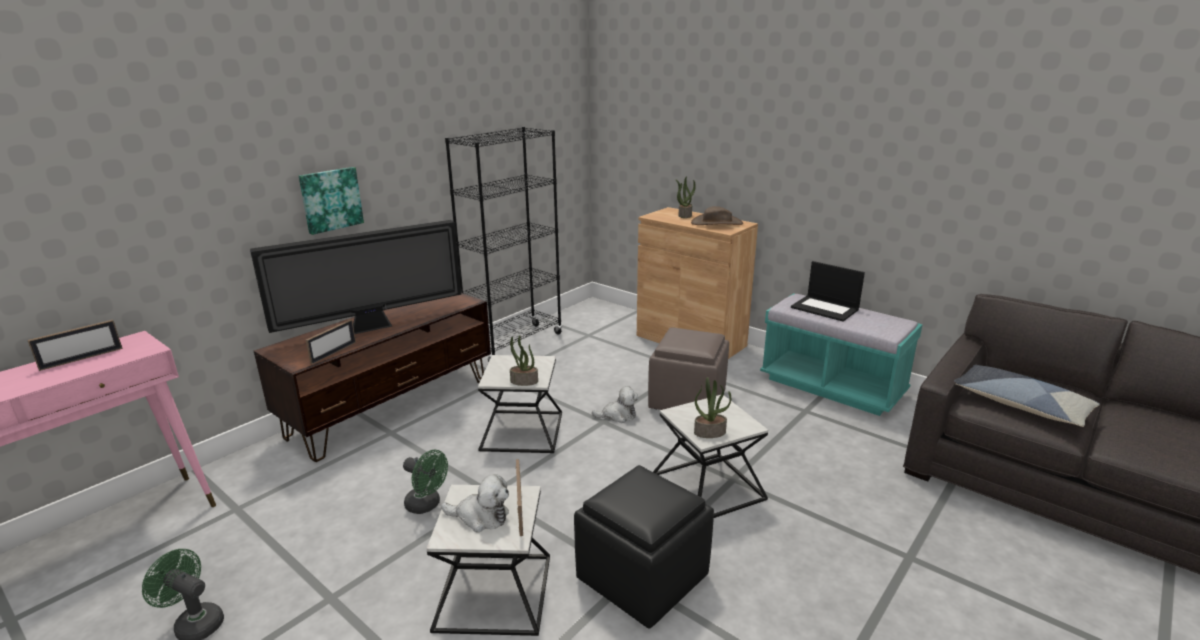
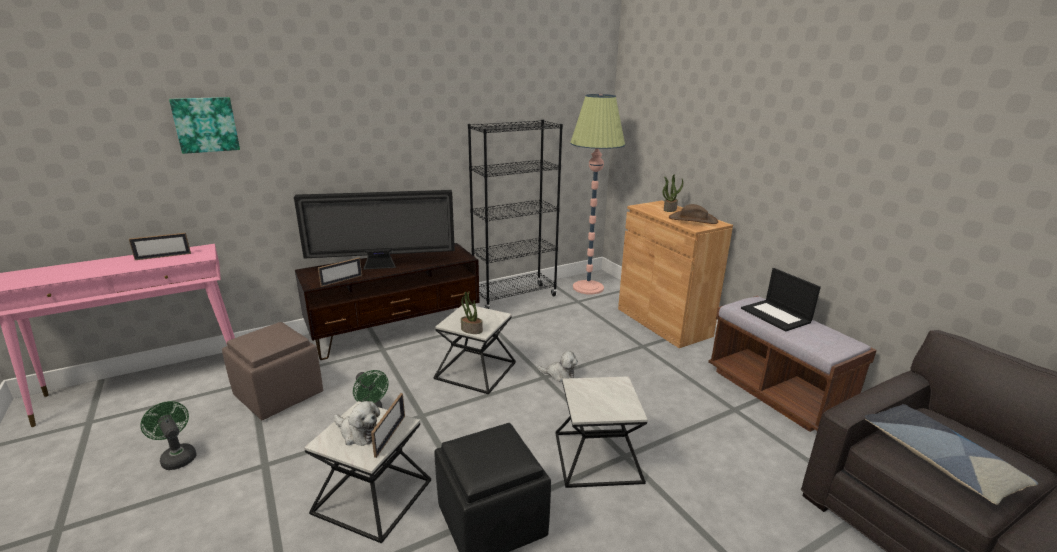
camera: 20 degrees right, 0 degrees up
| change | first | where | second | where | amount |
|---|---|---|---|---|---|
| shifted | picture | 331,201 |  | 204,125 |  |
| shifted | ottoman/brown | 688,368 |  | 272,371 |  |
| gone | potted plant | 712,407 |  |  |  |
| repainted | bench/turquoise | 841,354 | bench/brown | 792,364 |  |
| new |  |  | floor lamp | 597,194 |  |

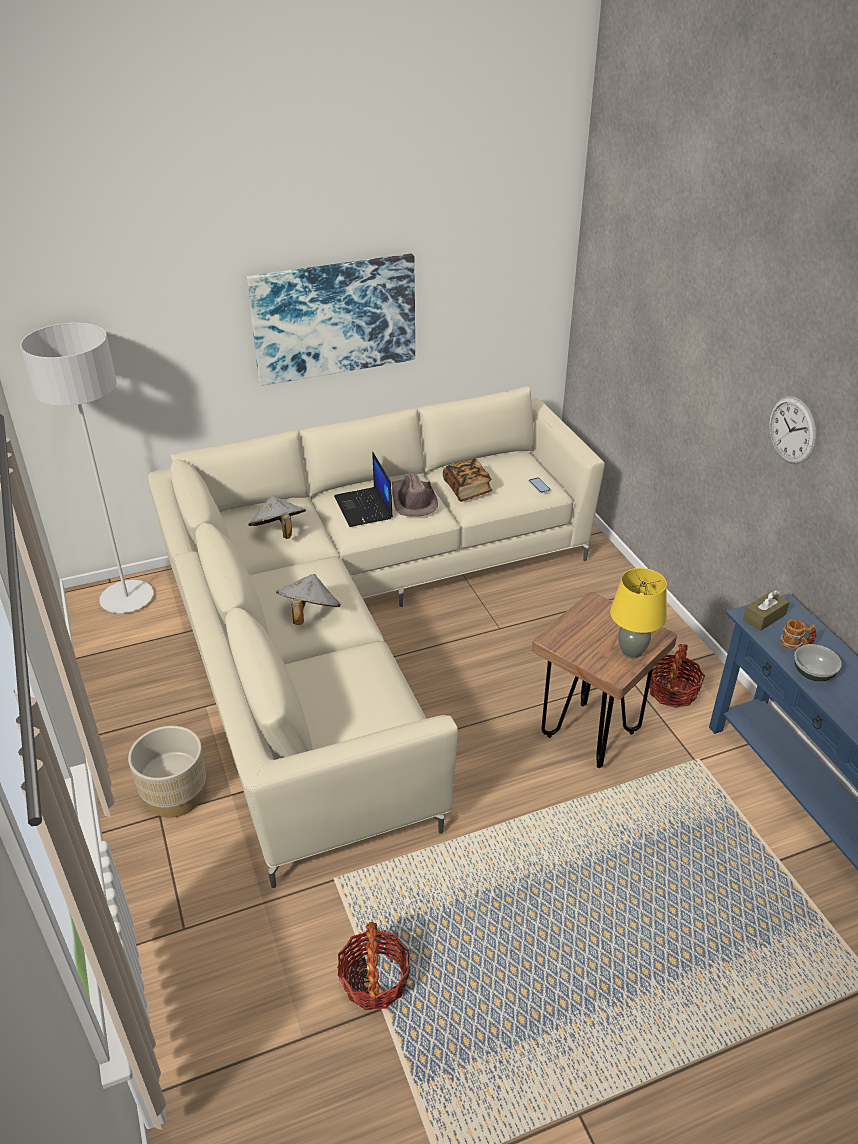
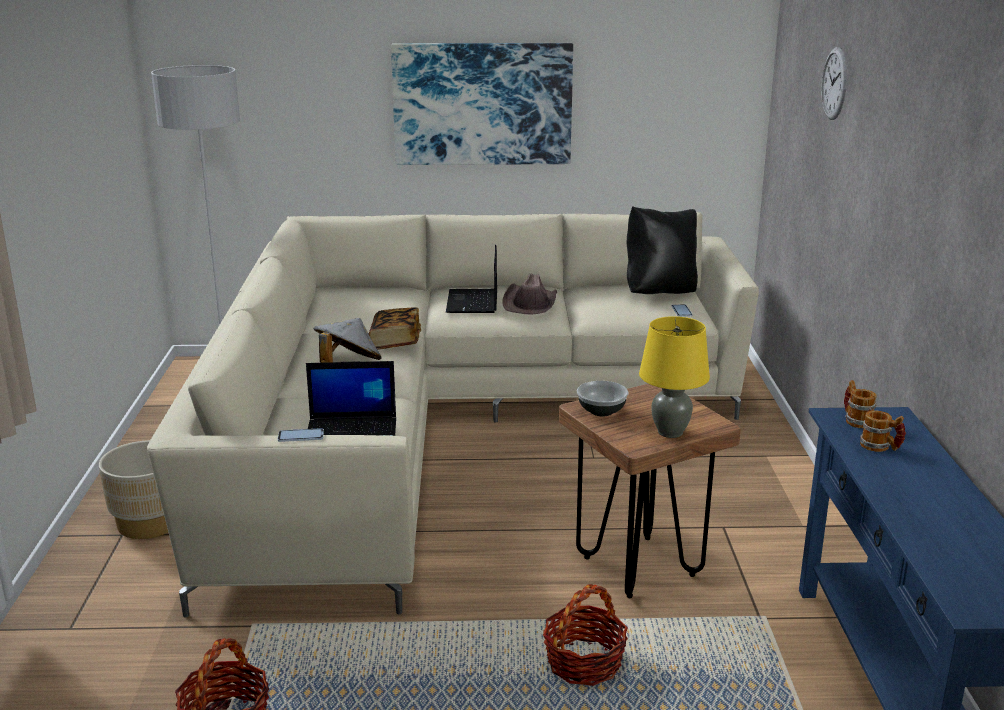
camera: 20 degrees right, 15 degrees down
| change | first | where | second | where | amount |
|---|---|---|---|---|---|
| gone | hat/grey | 277,517 |  |  |  |
| shifted | book | 467,480 |  | 395,328 |  |
| shifted | basket | 677,676 |  | 585,635 |  |
| swapped | tissue box/brown | 766,610 | mug | 860,404 |  |
| shifted | wall clock | 792,430 |  | 834,83 |  |
| shifted | bowl | 818,662 |  | 603,398 |  |
| new |  |  | phone | 301,435 |  |
| new |  |  | laptop | 351,398 |  |
| new |  |  | pillow/black | 662,250 |  |

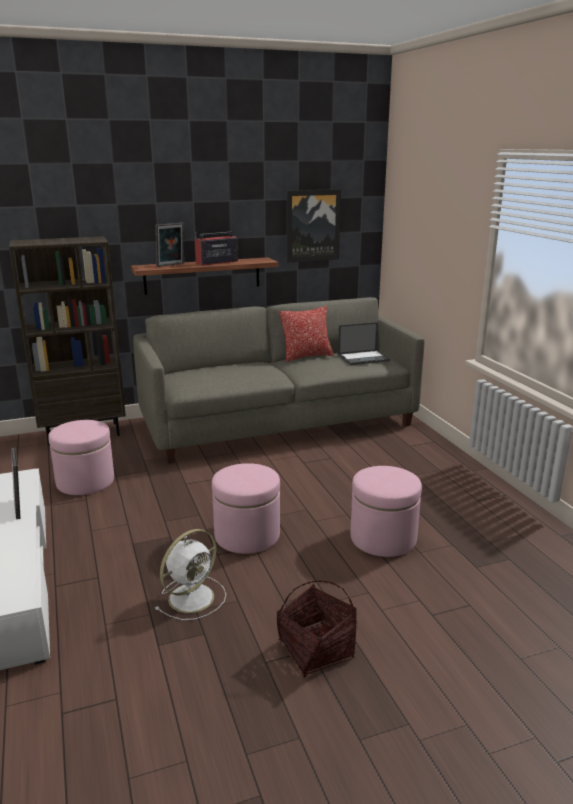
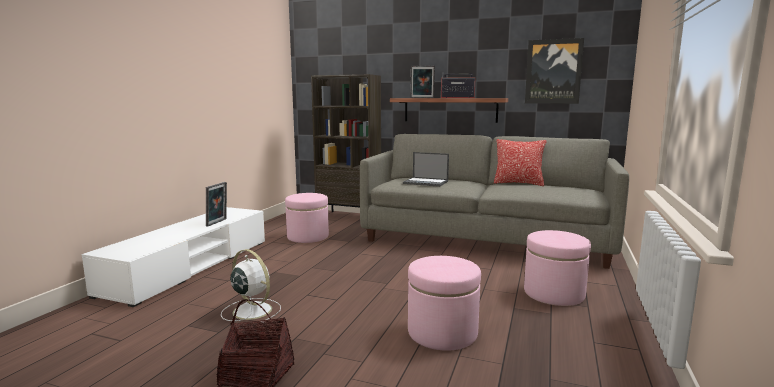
camera: 40 degrees right, 10 degrees down
| change | first | where | second | where | amount |
|---|---|---|---|---|---|
| rotated | fan/white | 190,574 |  | 251,286 | 135 degrees counterclockwise |
| shifted | ottoman/pink | 246,508 |  | 557,268 |  |
| shifted | laptop | 364,343 |  | 426,169 |  |

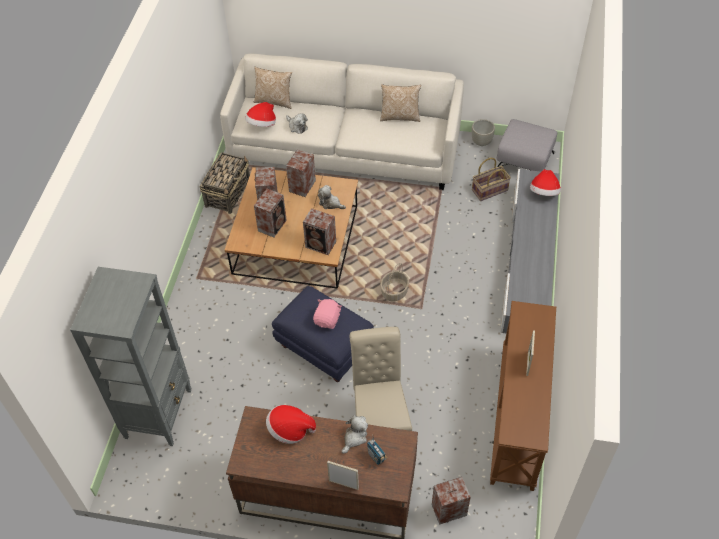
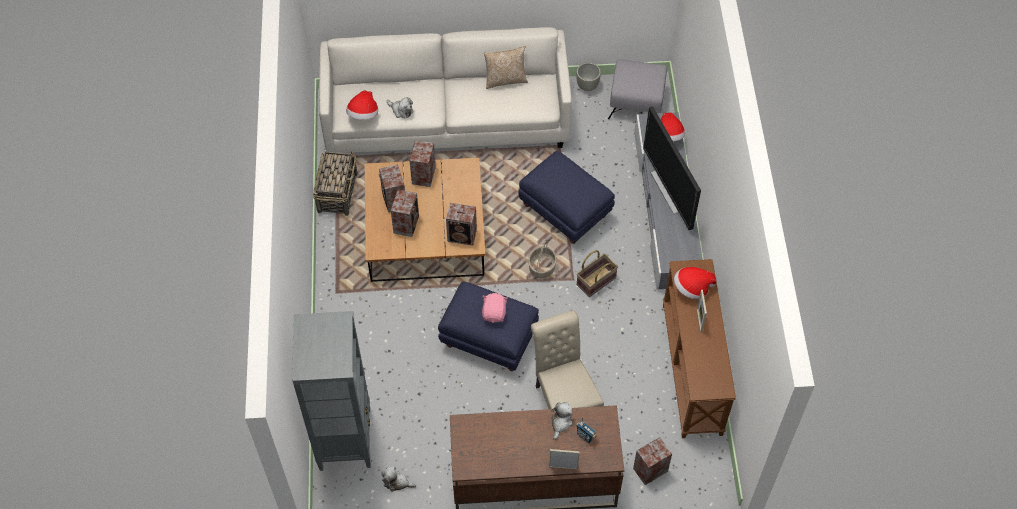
camera: 15 degrees left, 5 degrees up
| change | first | where | second | where | amount |
|---|---|---|---|---|---|
| gone | pillow | 273,88 |  |  |  |
| shifted | hat | 291,424 |  | 695,283 |  |
| shifted | plush toy | 332,197 |  | 399,478 |  |
| shifted | basket | 491,179 |  | 597,273 |  |
| new |  |  | ottoman/blue | 566,197 |  |
| new |  |  | television | 672,168 |  |

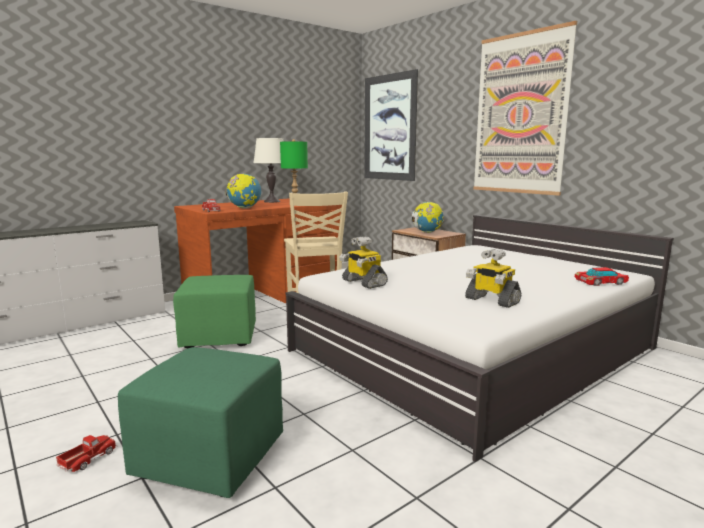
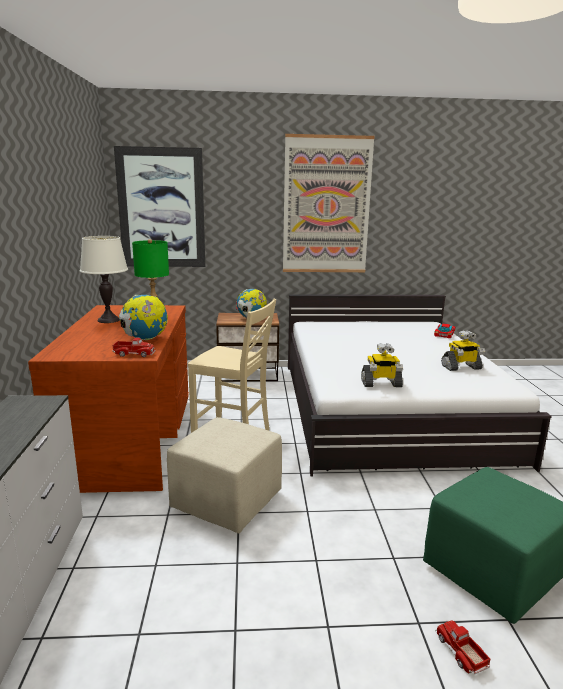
camera: 55 degrees left, 5 degrees up
| change | first | where | second | where | amount |
|---|---|---|---|---|---|
| repainted | ottoman/green | 214,311 | ottoman/beige | 224,475 |  |

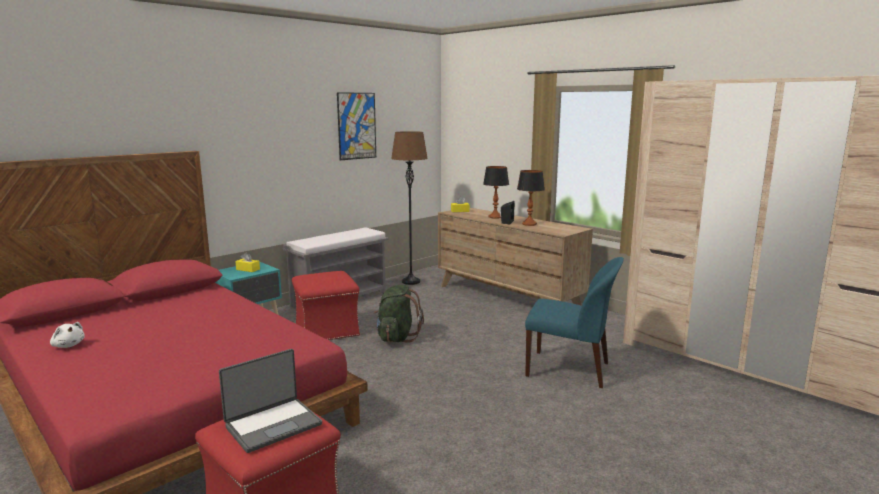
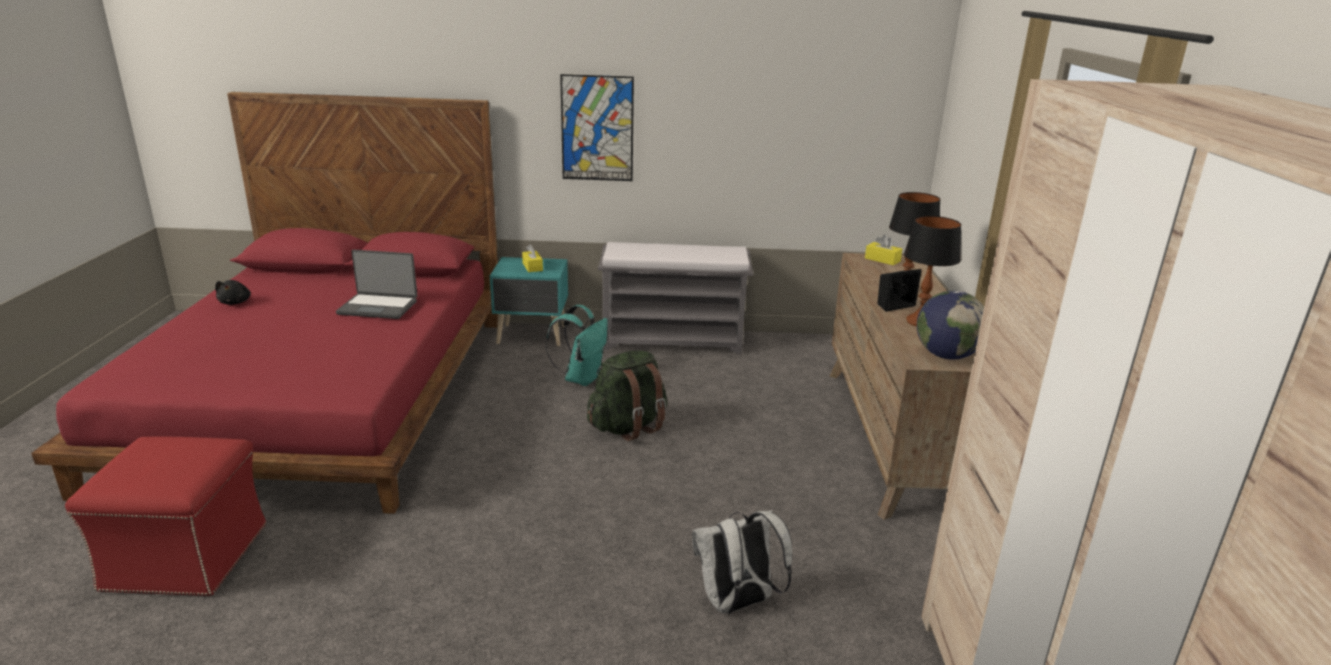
camera: 45 degrees right, 10 degrees up
| change | first | where | second | where | amount |
|---|---|---|---|---|---|
| repainted | plush toy/white | 67,335 | plush toy/black | 233,292 |  |
| shifted | laptop | 270,401 |  | 376,284 |  |
| swapped | ottoman/red | 326,305 | backpack/turquoise | 577,345 |  |
| shifted | picture | 356,126 |  | 597,127 |  |
| gone | floor lamp/brown | 409,208 |  |  |  |
| swapped | chair/blue | 574,322 | backpack/white | 742,562 |  |
| new |  |  | globe | 950,325 |  |

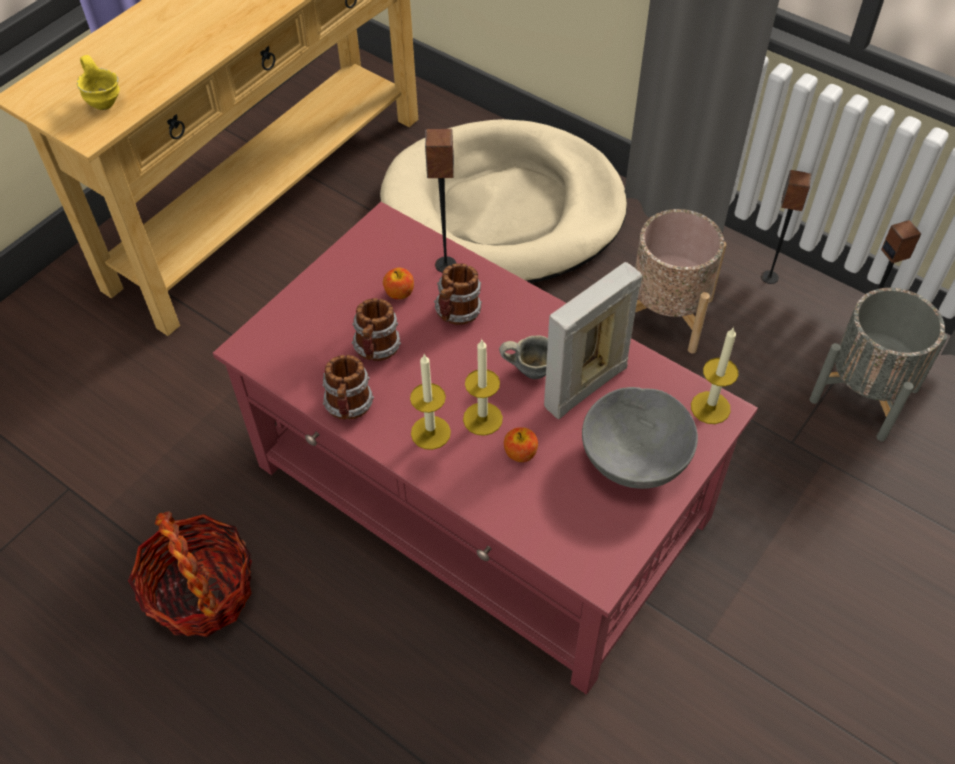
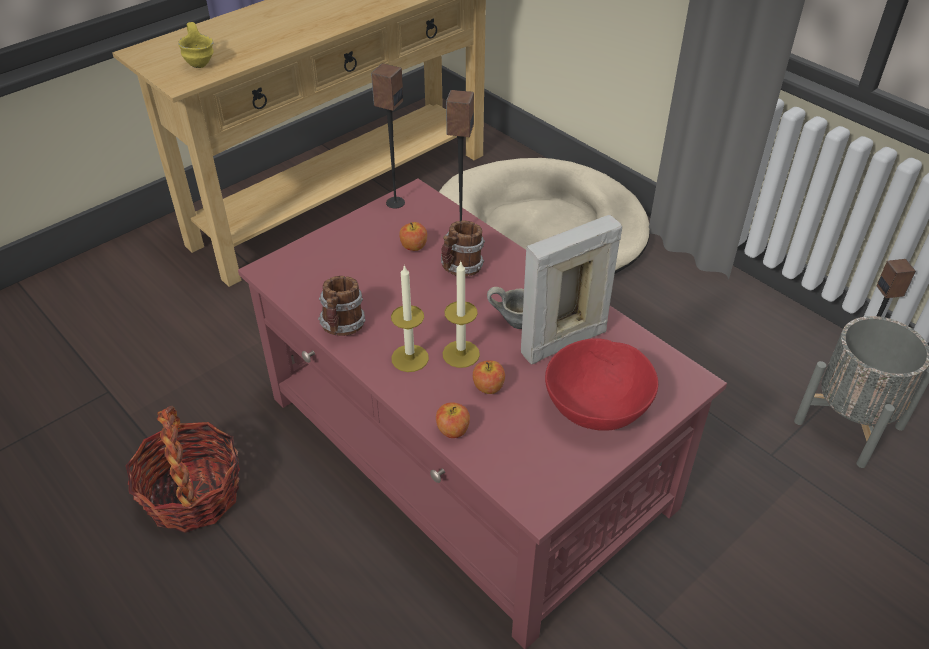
camera: 10 degrees right, 10 degrees down
| change | first | where | second | where | amount |
|---|---|---|---|---|---|
| gone | mug | 376,329 |  |  |  |
| repainted | bowl/grey | 640,438 | bowl/red | 601,384 |  |
| gone | planter/beige | 681,281 |  |  |  |
| gone | candle | 715,375 |  |  |  |
| shifted | speaker | 786,227 |  | 388,136 |  |
| new |  |  | apple | 453,420 |  |

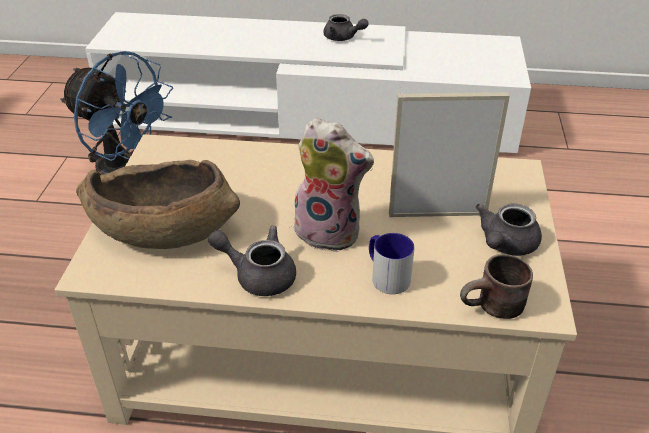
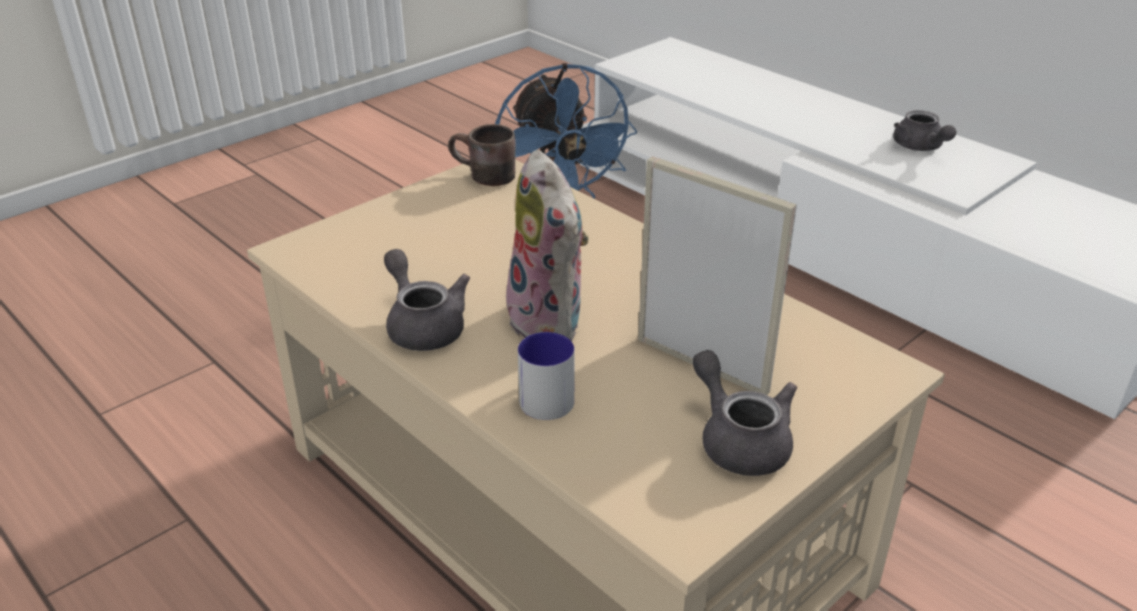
camera: 40 degrees right, 5 degrees down
| change | first | where | second | where | amount |
|---|---|---|---|---|---|
| gone | bowl/brown | 158,204 |  |  |  |
| shifted | mug/brown | 496,286 |  | 482,155 |  |
| rotated | teapot/grey | 509,229 |  | 745,413 | 75 degrees clockwise |

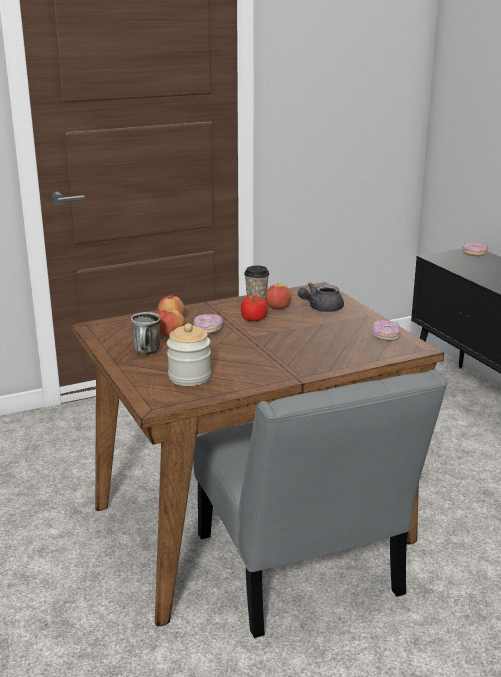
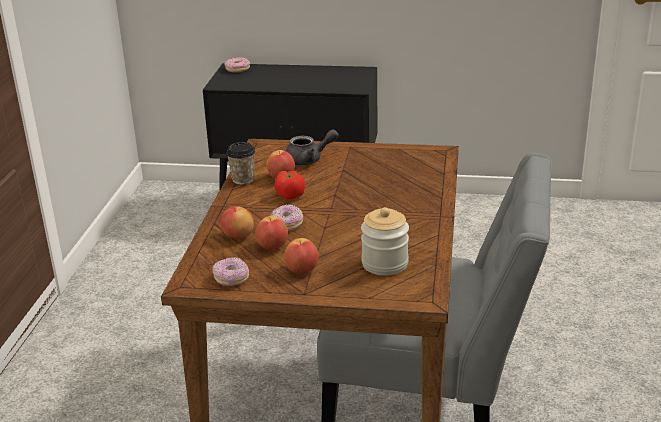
camera: 55 degrees left, 5 degrees up
| change | first | where | second | where | amount |
|---|---|---|---|---|---|
| swapped | mug | 146,333 | apple | 301,256 |  |
| rotated | teapot/grey | 321,297 |  | 312,147 | 105 degrees counterclockwise |
| shifted | donut | 386,330 |  | 231,271 |  |

